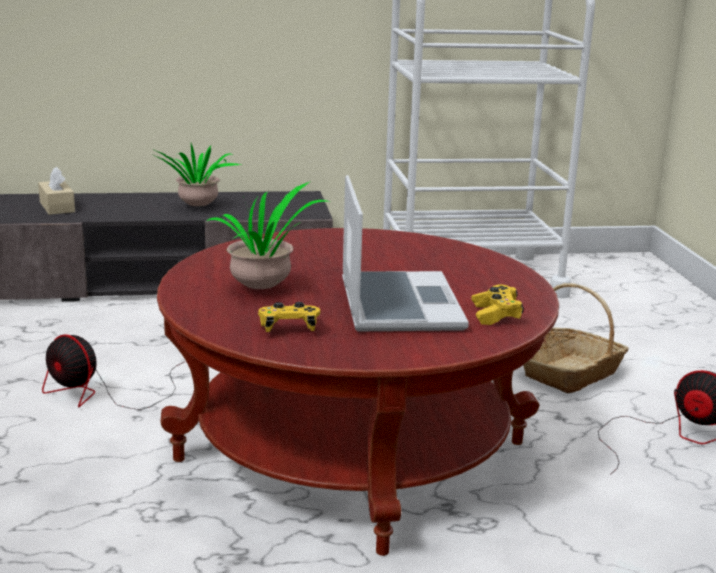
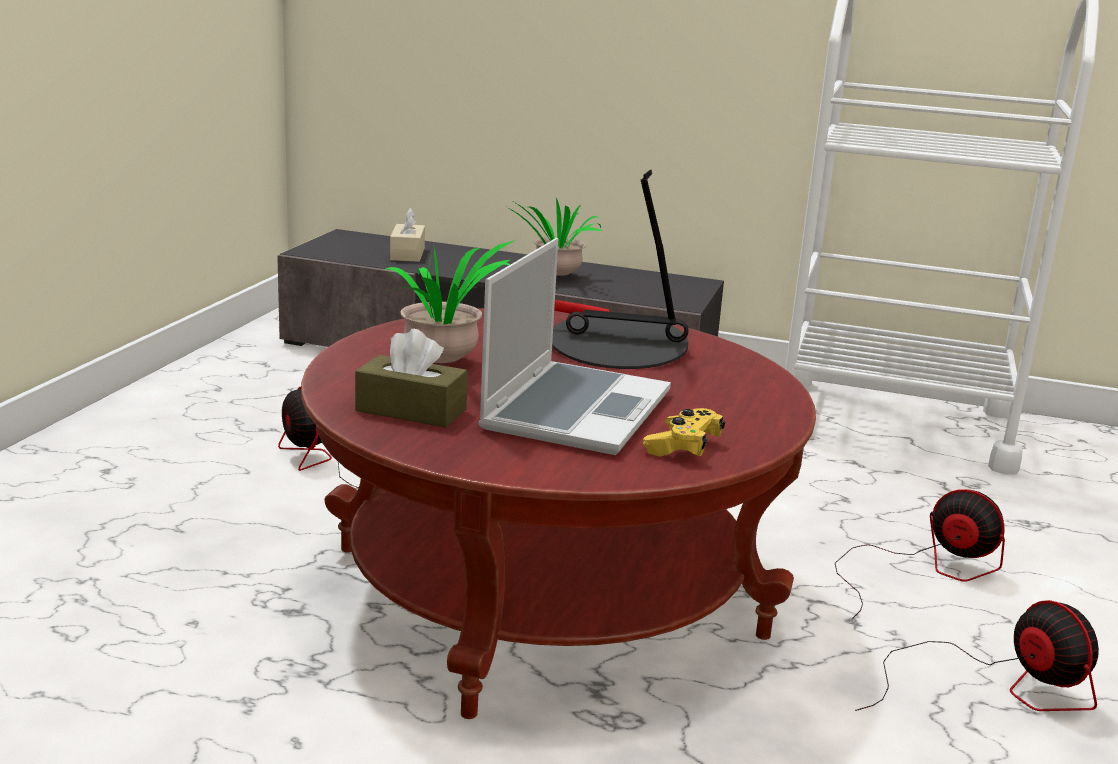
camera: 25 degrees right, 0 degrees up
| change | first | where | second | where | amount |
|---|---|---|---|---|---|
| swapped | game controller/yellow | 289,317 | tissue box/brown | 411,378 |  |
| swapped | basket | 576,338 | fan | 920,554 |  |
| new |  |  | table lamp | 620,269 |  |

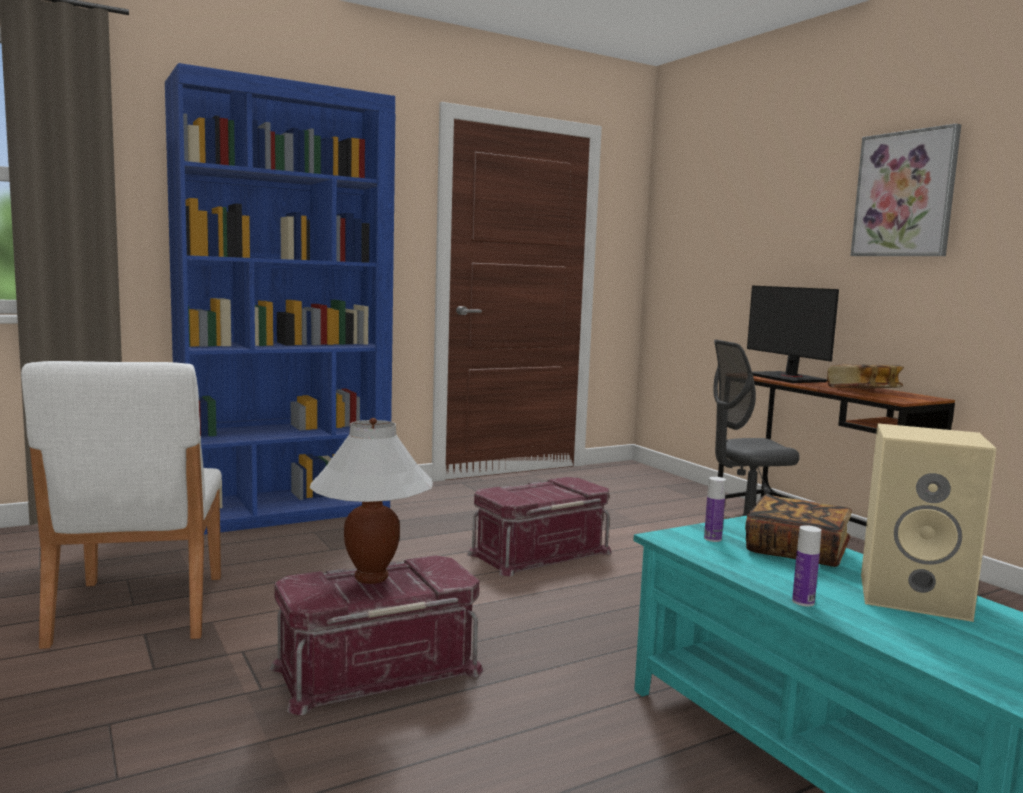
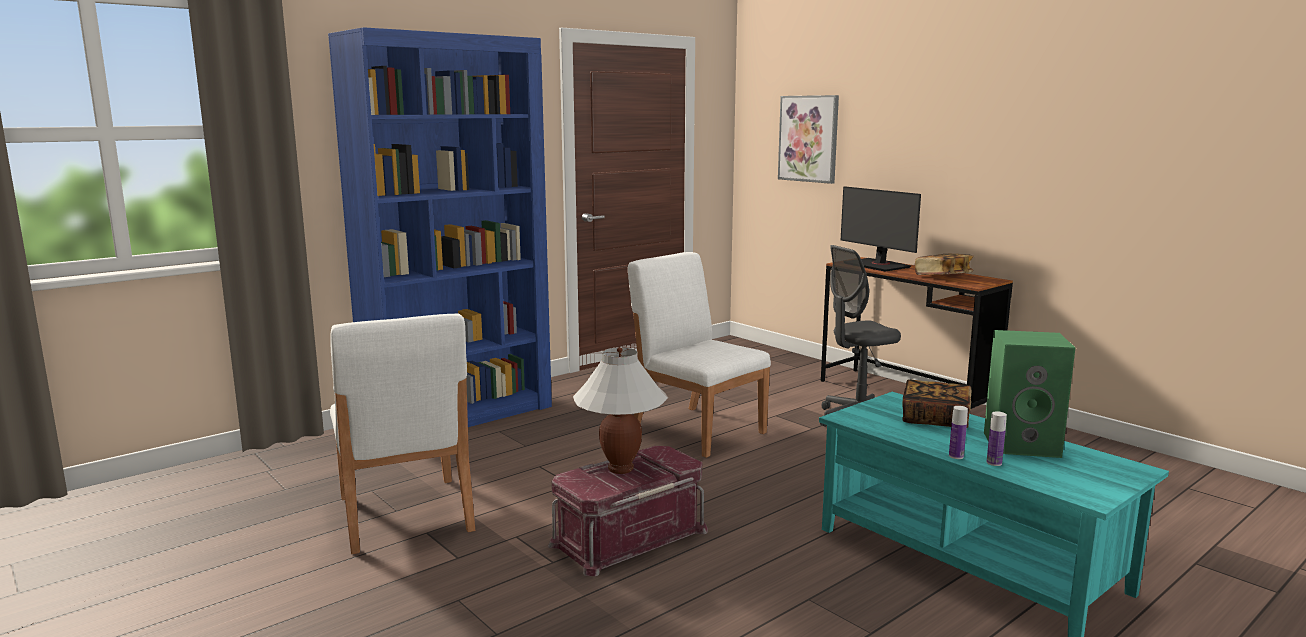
camera: 10 degrees left, 5 degrees up
| change | first | where | second | where | amount |
|---|---|---|---|---|---|
| swapped | storage box/red | 539,526 | chair/white | 699,355 |  |
| shifted | bottle | 715,509 |  | 997,438 |  |
| shifted | picture | 905,189 |  | 808,139 |  |
| repainted | speaker/beige | 929,522 | speaker/green | 1029,394 |  |

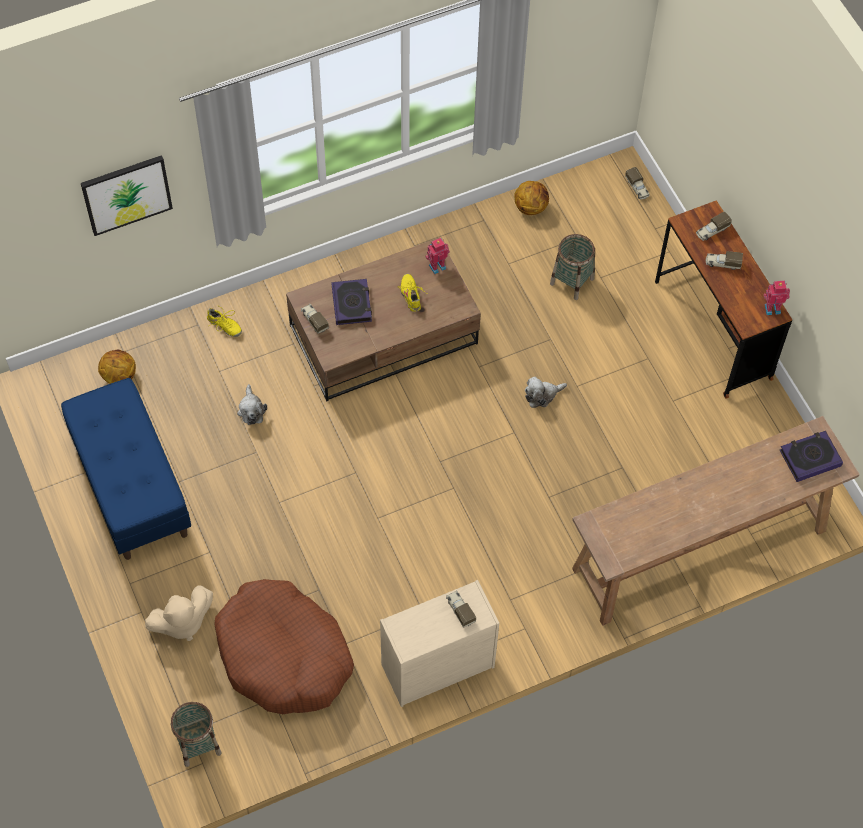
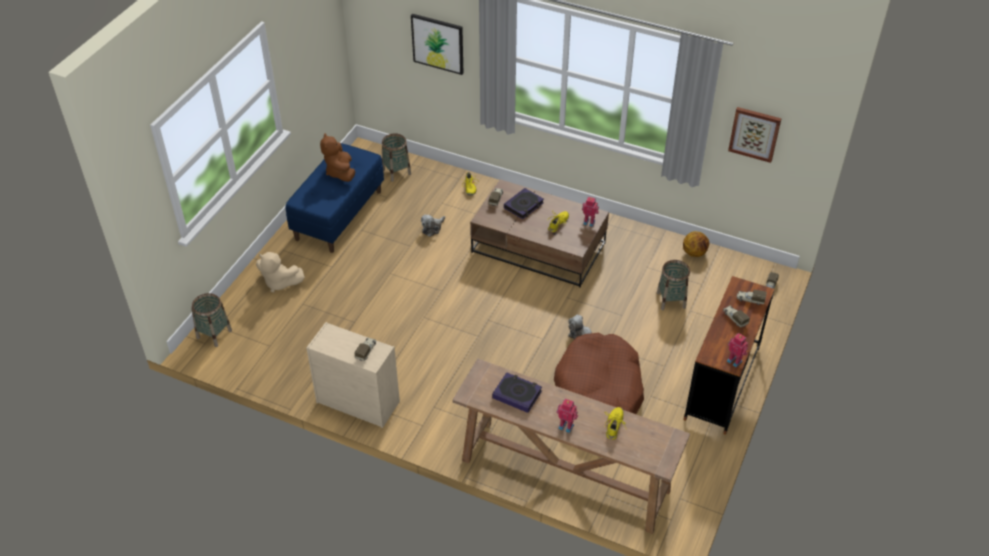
camera: 50 degrees right, 15 degrees down
| change | first | where | second | where | amount |
|---|---|---|---|---|---|
| swapped | basketball | 117,367 | basket | 396,157 |  |
| shifted | dog bed/brown | 284,646 |  | 599,373 |  |
| shifted | book | 811,456 |  | 517,392 |  |
| new |  |  | plush toy/brown | 337,157 |  |
| new |  |  | toy robot | 567,416 |  |
| new |  |  | shoe/yellow | 615,423 |  |
| new |  |  | picture | 755,135 |  |

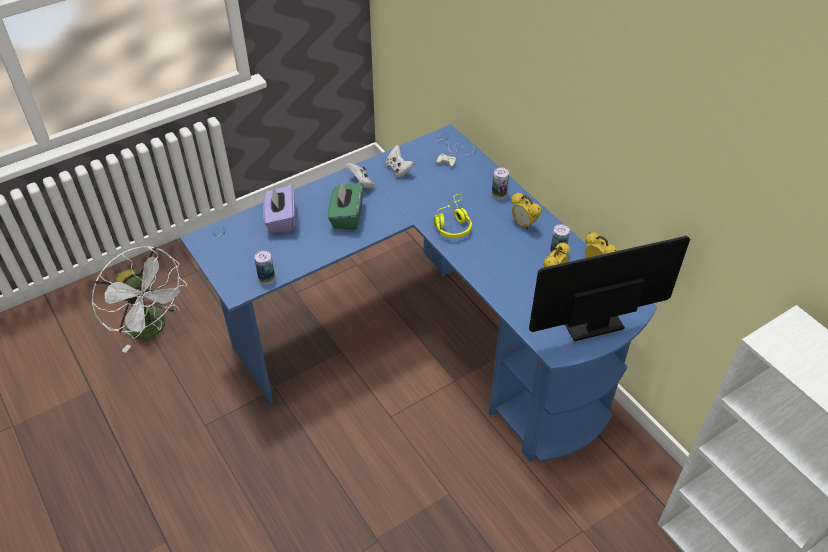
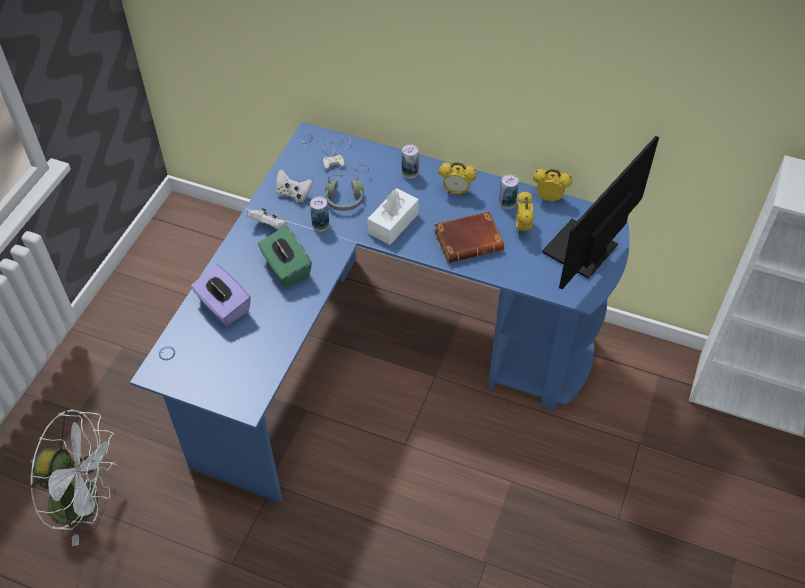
camera: 35 degrees left, 5 degrees up
| change | first | where | second | where | amount |
|---|---|---|---|---|---|
| shifted | can | 265,268 |  | 319,214 |  |
| swapped | headphones/yellow | 453,216 | tissue box/white | 393,216 |  |
| new |  |  | headphones/grey | 347,187 |  |
| new |  |  | book/brown | 469,237 |  |

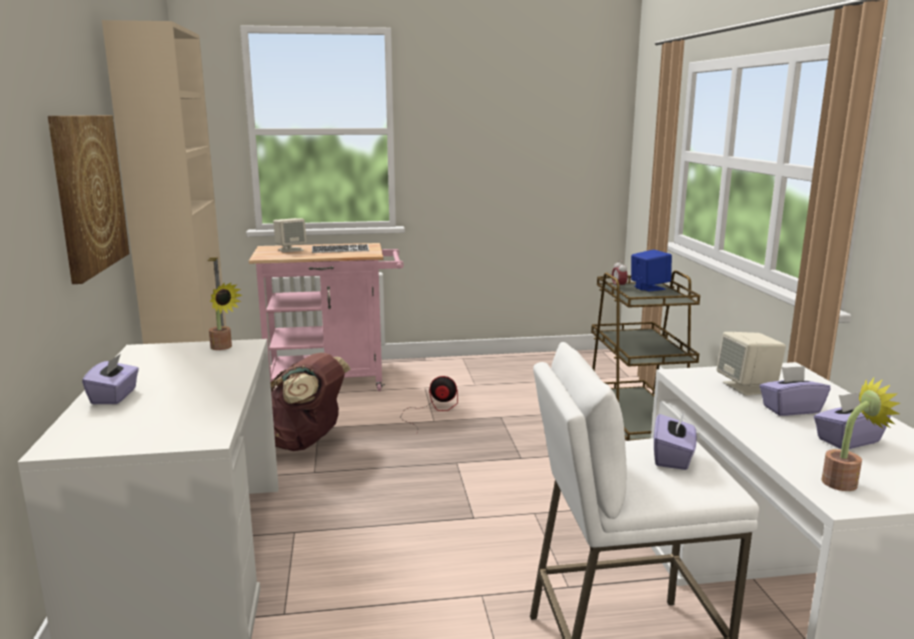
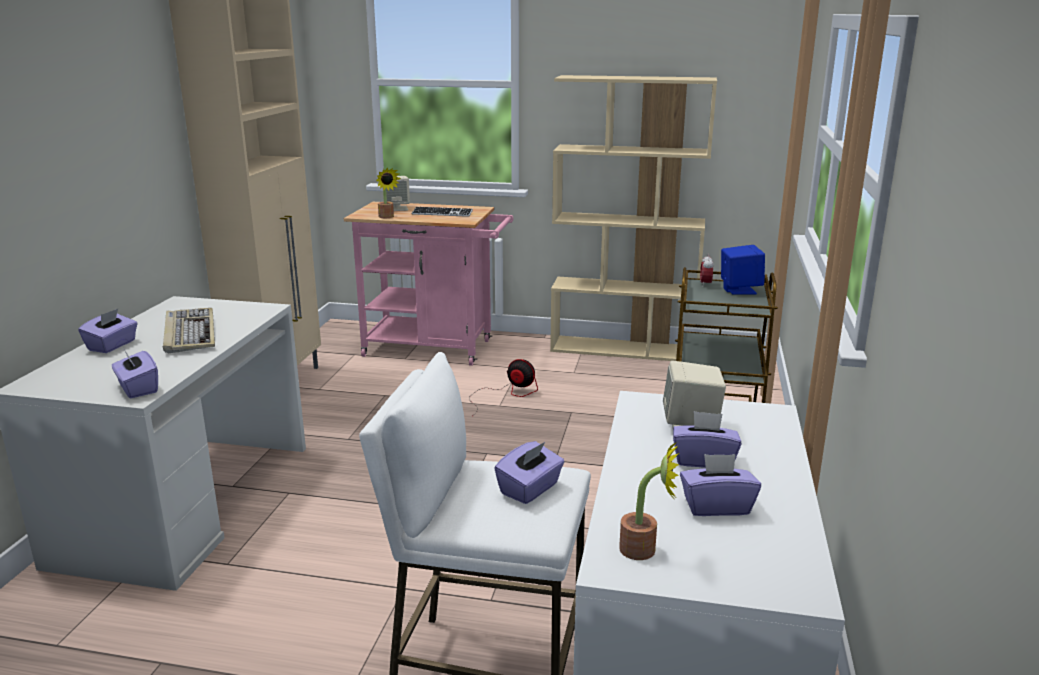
camera: 20 degrees right, 5 degrees up
| change | first | where | second | where | amount |
|---|---|---|---|---|---|
| gone | picture | 88,199 |  |  |  |
| shifted | potted plant | 225,316 |  | 388,192 |  |
| gone | backpack/brown | 310,402 |  |  |  |
| new |  |  | tissue box/purple | 135,373 |  |
| new |  |  | keyboard | 189,330 |  |
| new |  |  | bookcase/beige | 633,218 |  |

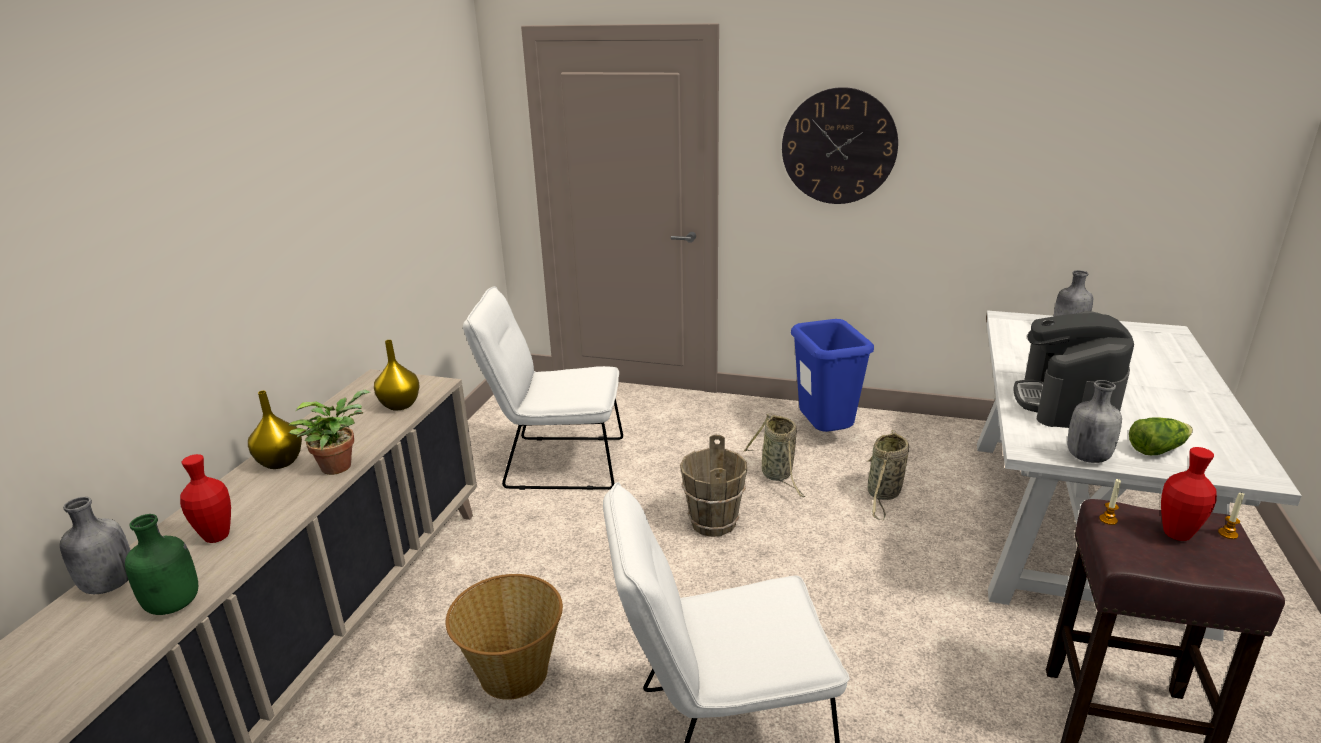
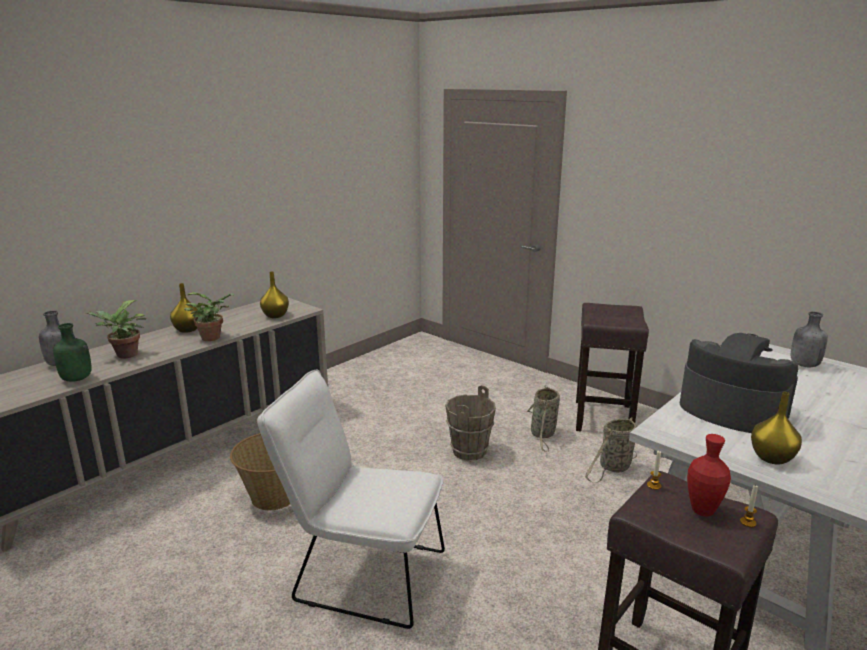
camera: 25 degrees right, 5 degrees down
| change | first | where | second | where | amount |
|---|---|---|---|---|---|
| swapped | vase/red | 205,498 | potted plant | 116,329 |  |
| gone | chair/white | 543,388 |  |  |  |
| gone | wall clock | 840,145 |  |  |  |
| swapped | trash can/blue | 832,375 | stool/brown | 612,367 |  |
| rotated | coffee machine | 1073,369 |  | 739,383 | 90 degrees clockwise |
| gone | bottle/grey | 1094,421 |  |  |  |
| swapped | lettuce | 1161,436 | vase/yellow | 776,428 |  |

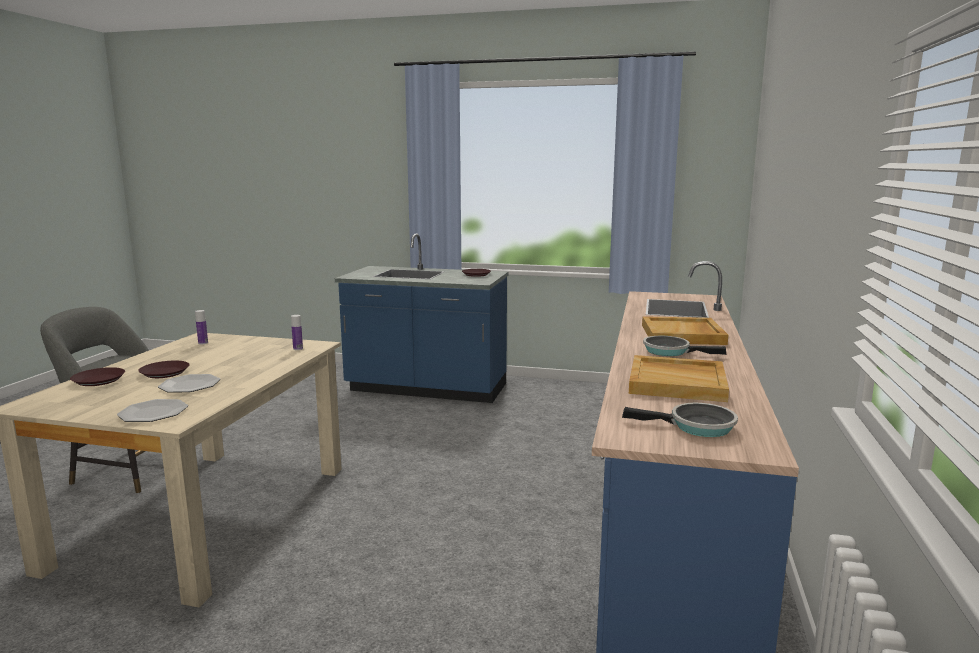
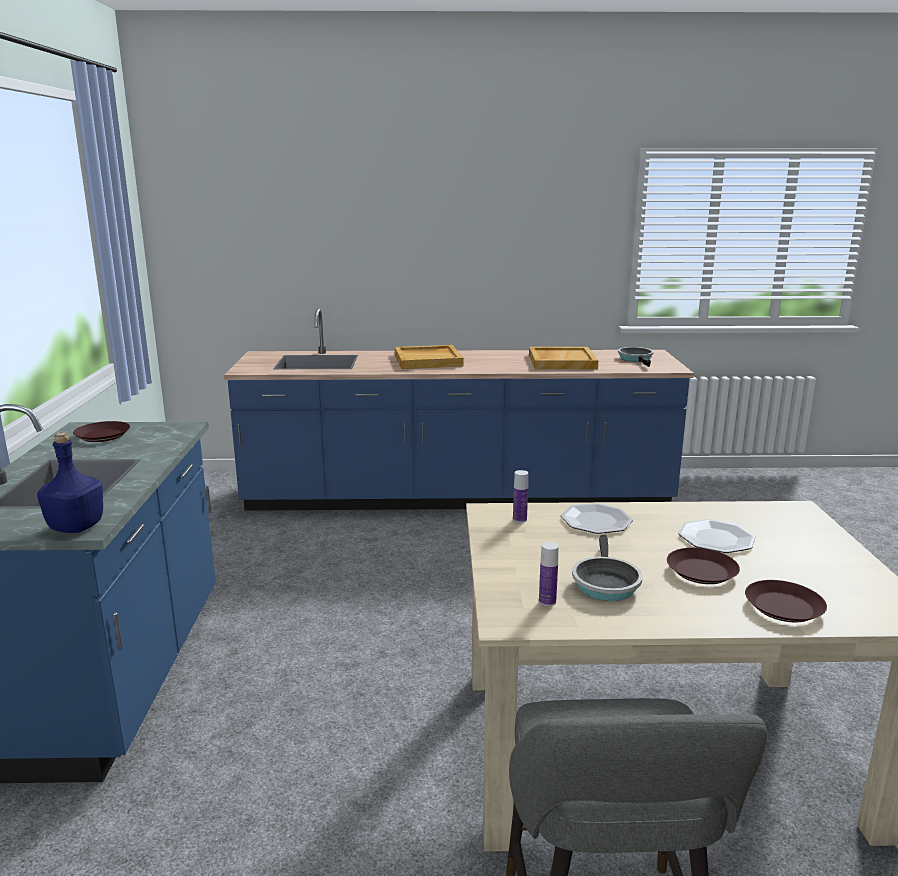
camera: 105 degrees left, 5 degrees up
| change | first | where | second | where | amount |
|---|---|---|---|---|---|
| shifted | plate | 152,410 |  | 597,518 |  |
| shifted | frying pan | 684,346 |  | 607,567 |  |
| new |  |  | bottle/blue | 70,483 |  |

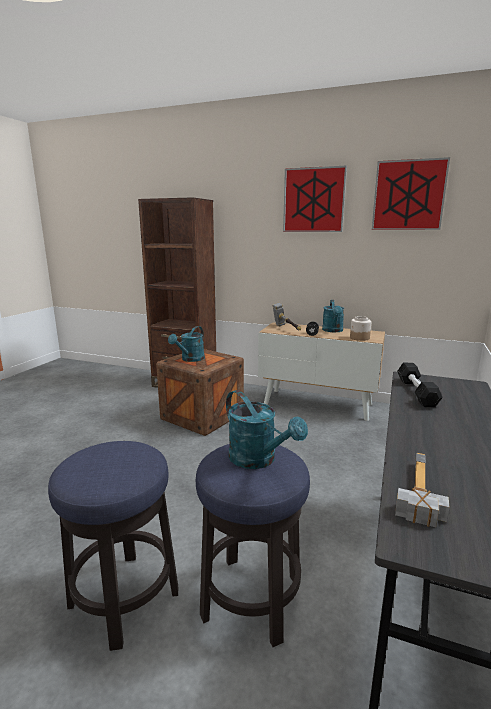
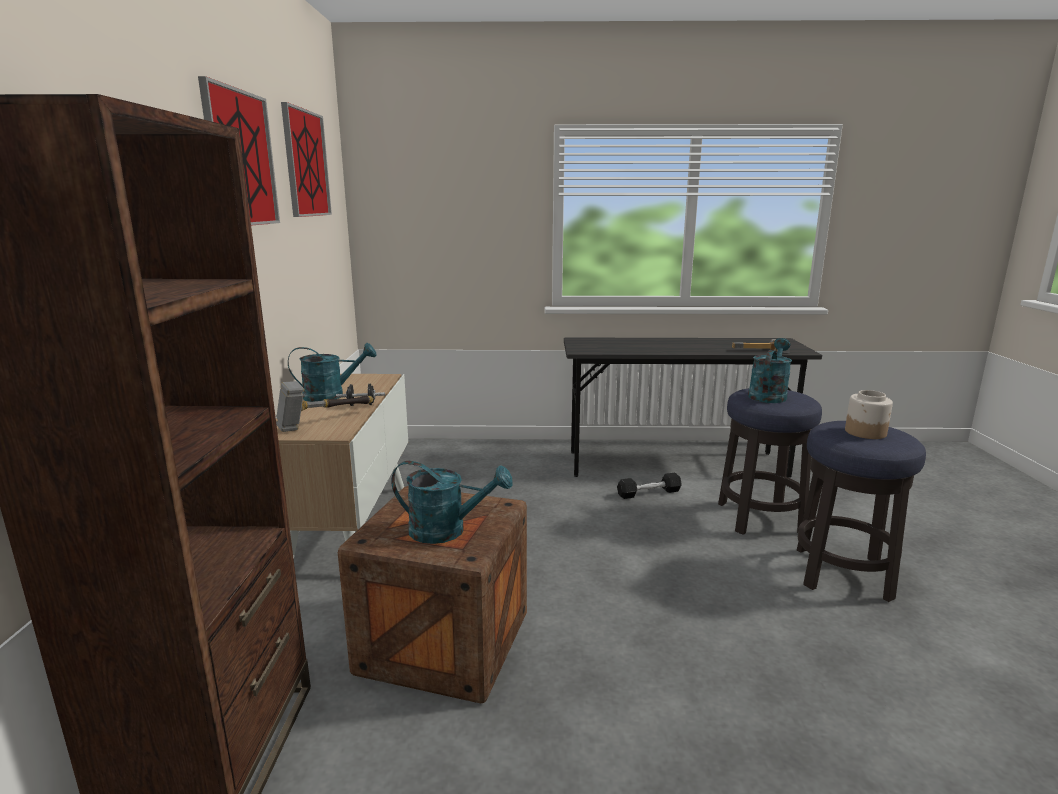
camera: 110 degrees left, 0 degrees up
| change | first | where | second | where | amount |
|---|---|---|---|---|---|
| shifted | jar | 360,328 |  | 869,414 |  |
| shifted | dumbbell/black | 420,385 |  | 649,486 |  |

